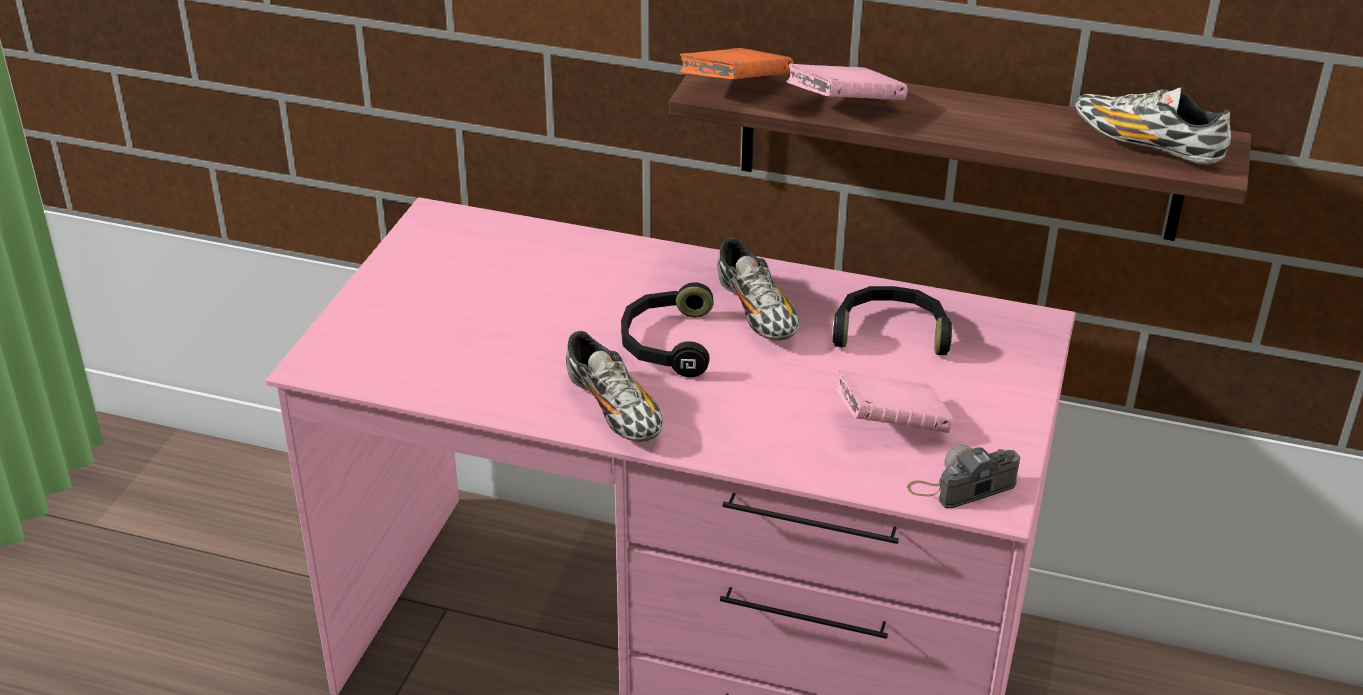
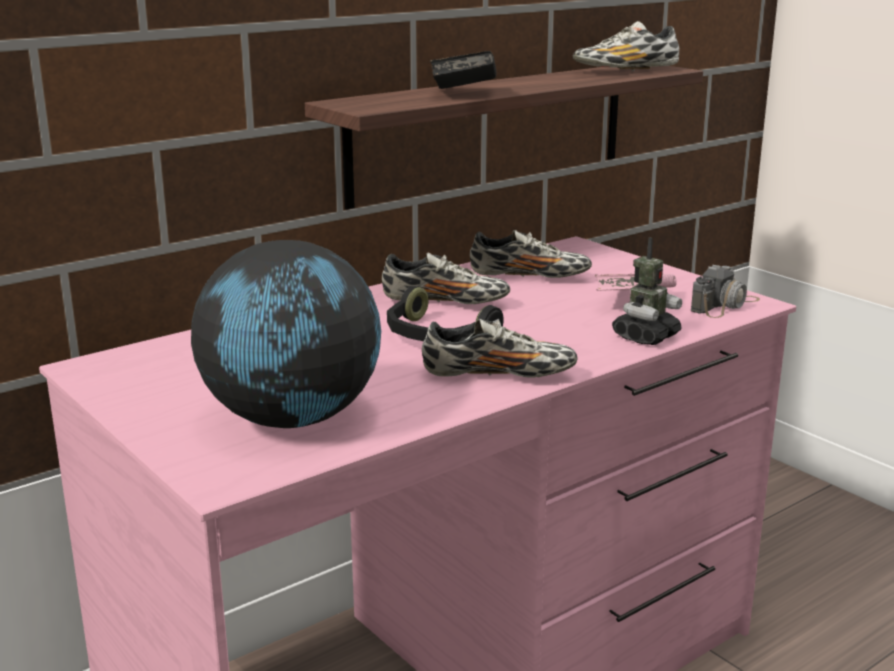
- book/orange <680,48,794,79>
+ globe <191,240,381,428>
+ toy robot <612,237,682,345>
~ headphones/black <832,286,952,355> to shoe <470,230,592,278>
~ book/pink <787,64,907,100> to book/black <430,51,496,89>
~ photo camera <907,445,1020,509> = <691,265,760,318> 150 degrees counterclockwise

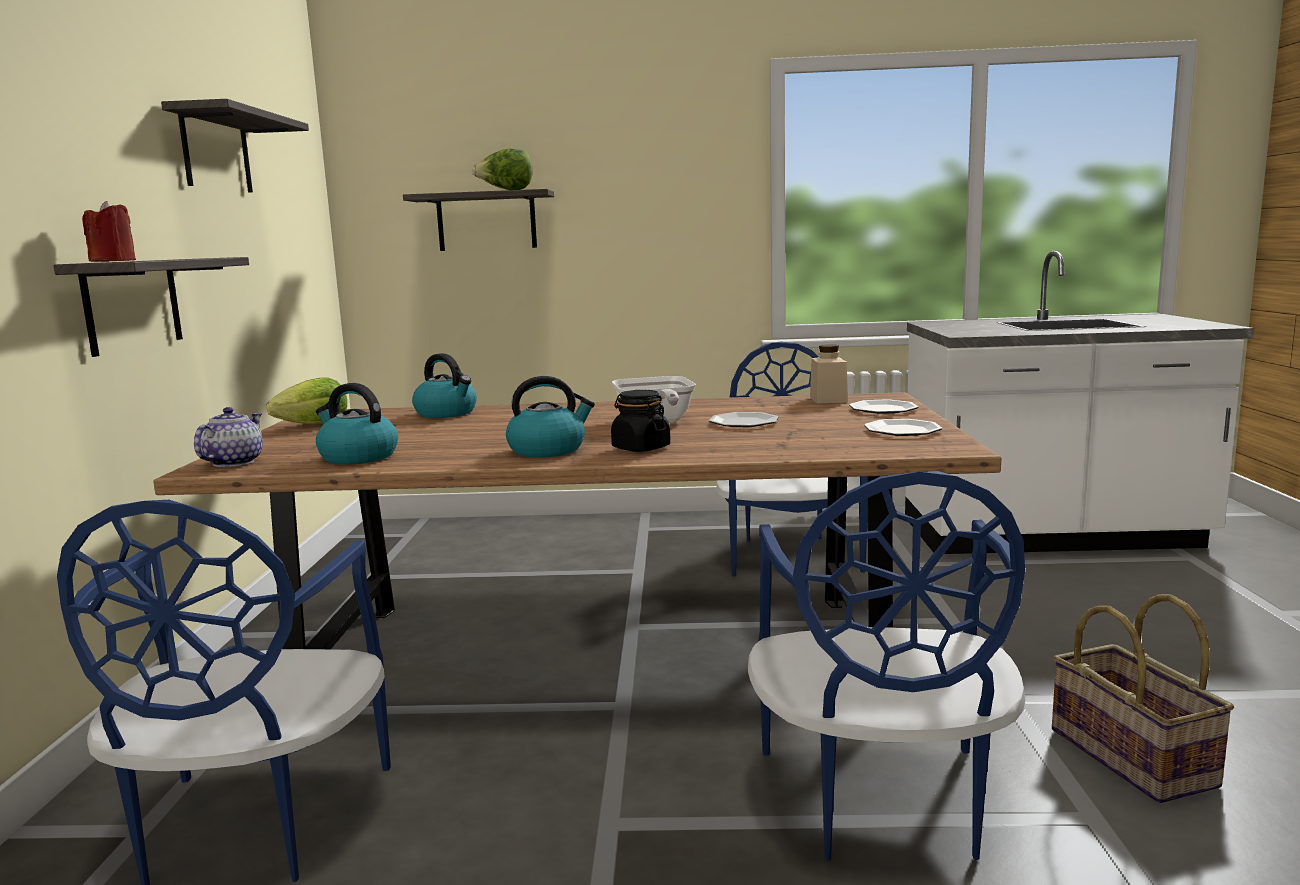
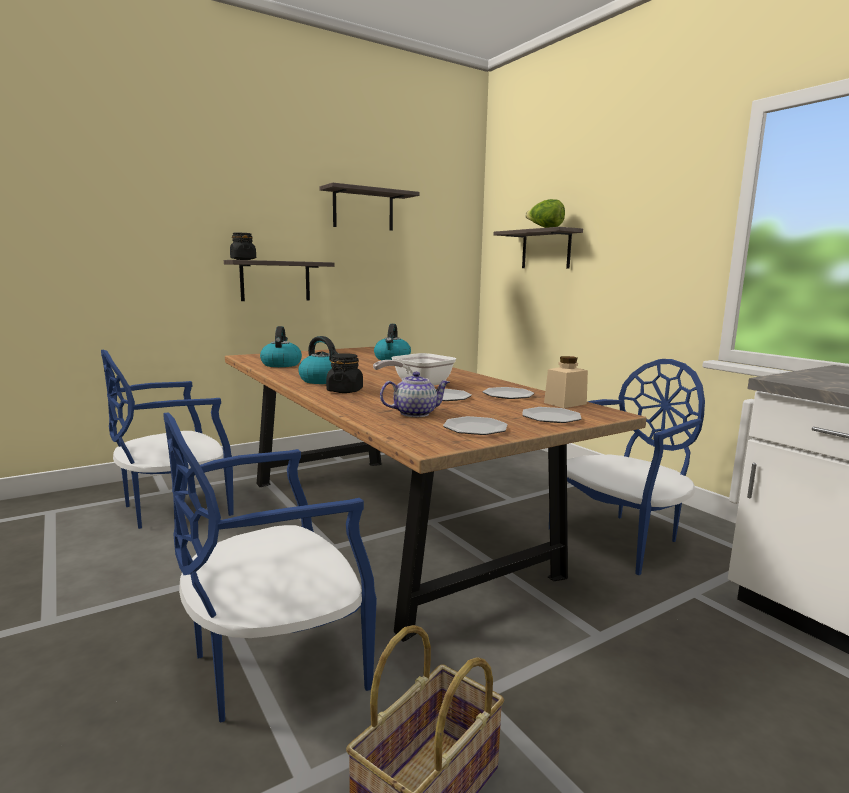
- lettuce <267,377,347,424>
+ plate <483,387,534,399>
~ teapot <194,407,263,467> to <380,372,450,417>
~ candle/red <82,201,136,262> to jar/black <230,233,256,260>

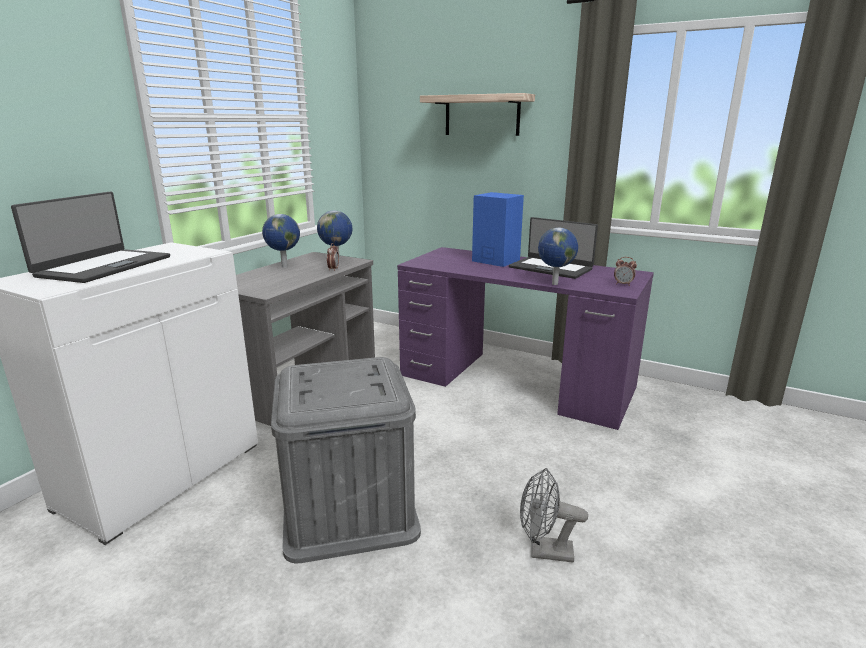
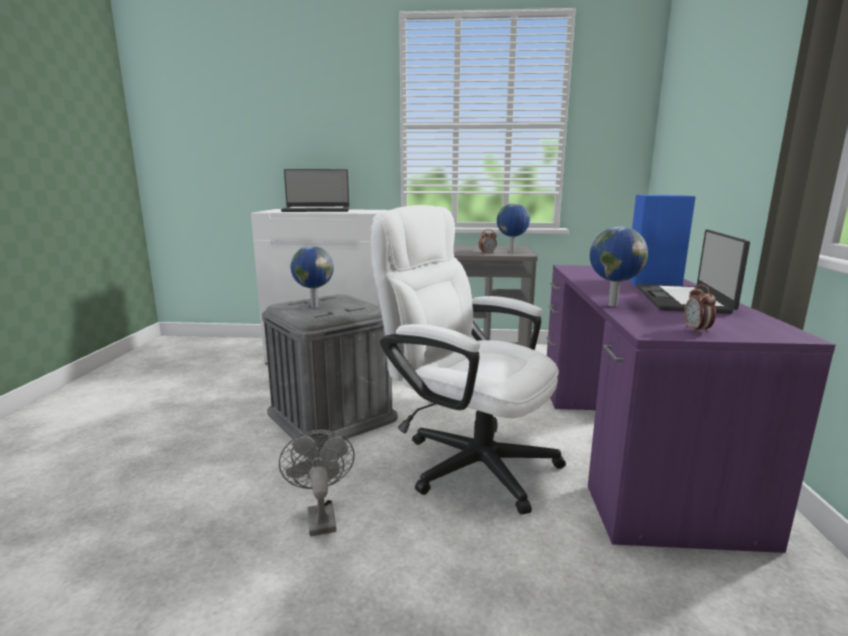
- shelf <420,93,535,136>
+ office chair/white <370,205,566,514>
~ globe <262,214,300,268> to <291,246,334,308>

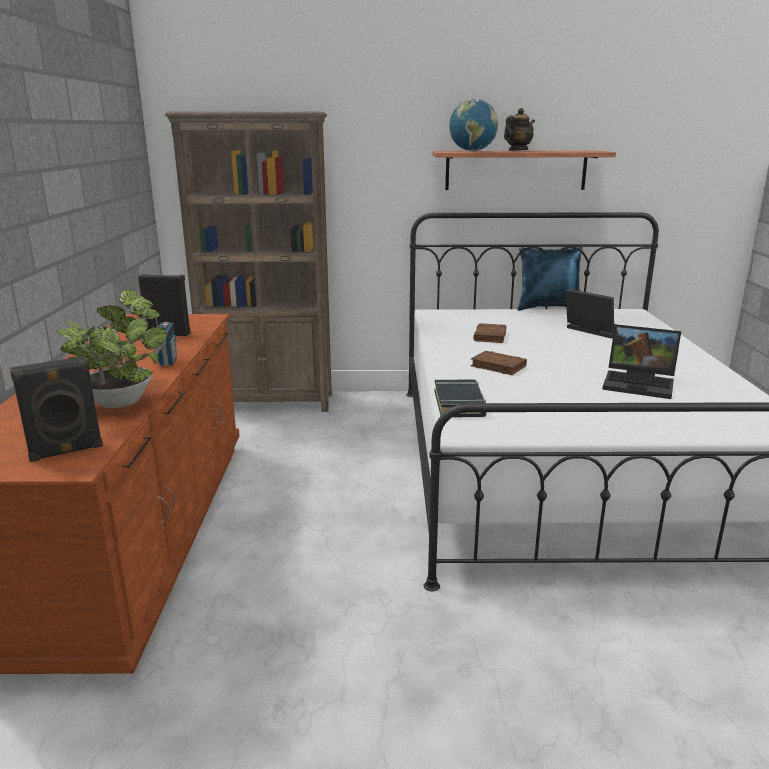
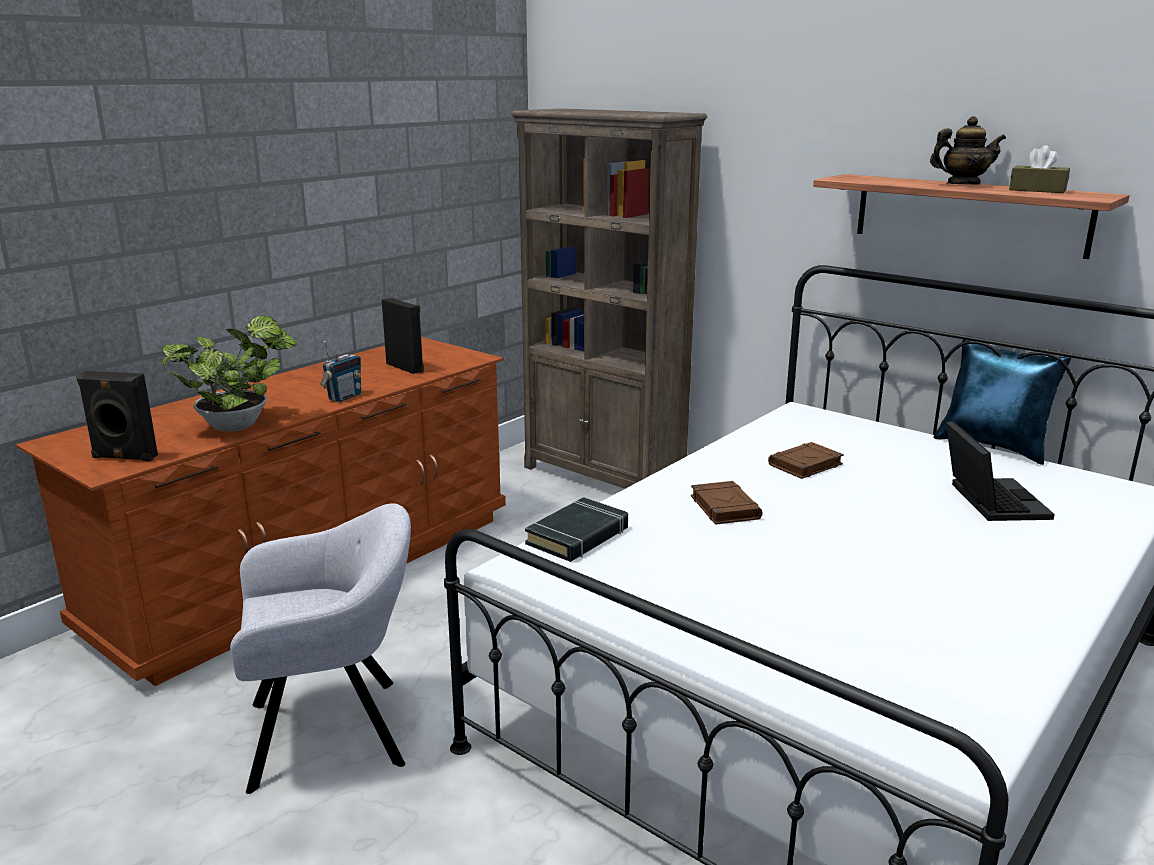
- globe <449,99,498,151>
- laptop <602,324,681,399>
+ armchair/grey <230,503,411,794>
+ tissue box/brown <1009,145,1070,193>

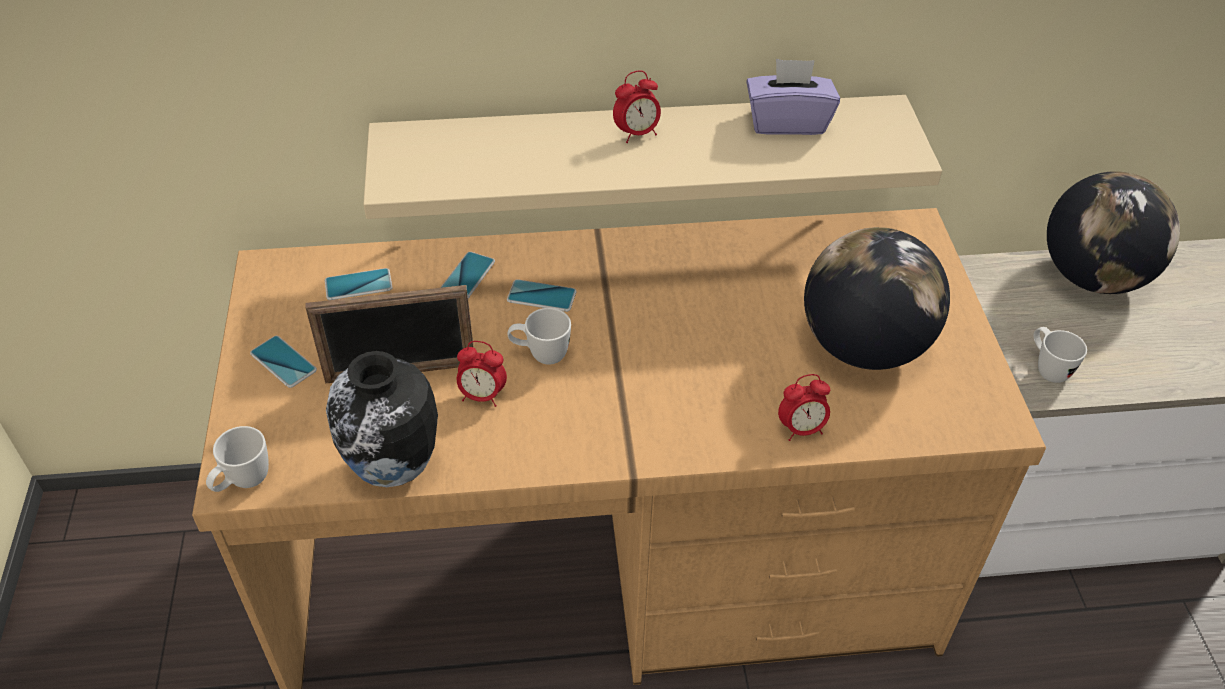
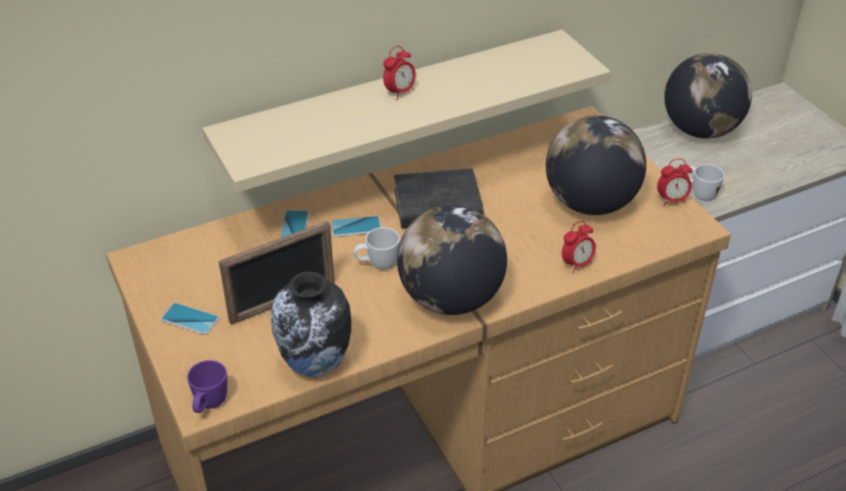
- phone <325,268,392,300>
- tissue box/purple <746,59,840,135>
+ book/black <394,168,484,229>
+ globe <397,205,507,315>
~ alarm clock <457,341,507,407> to <657,159,692,206>
~ mug/white <206,426,269,492> to mug/purple <187,360,227,413>

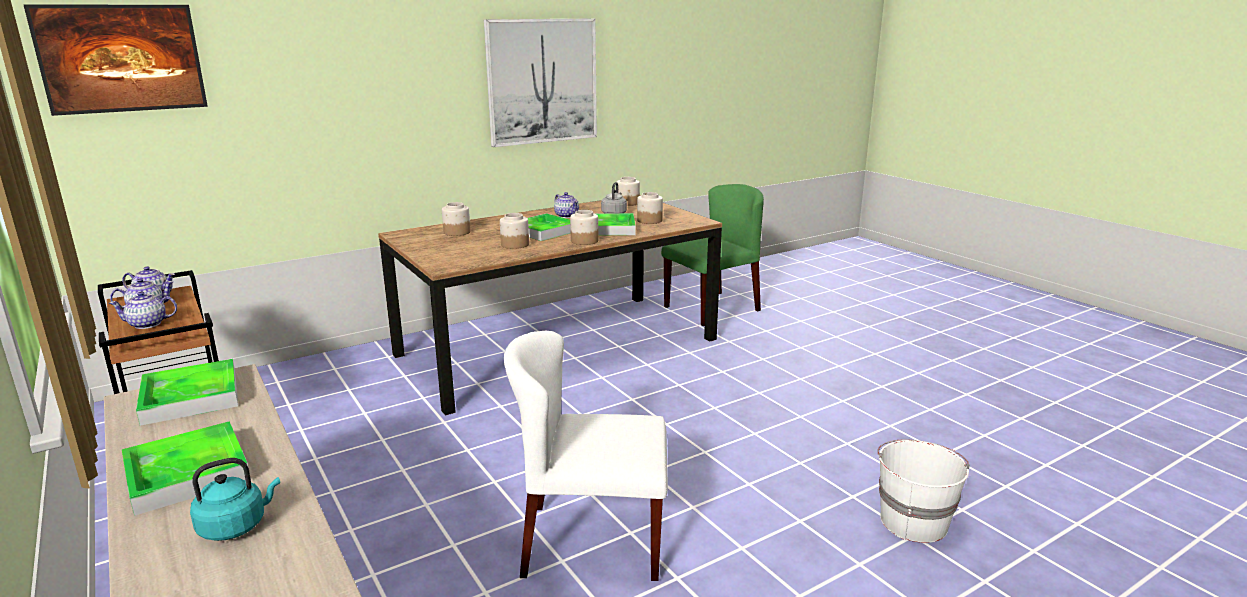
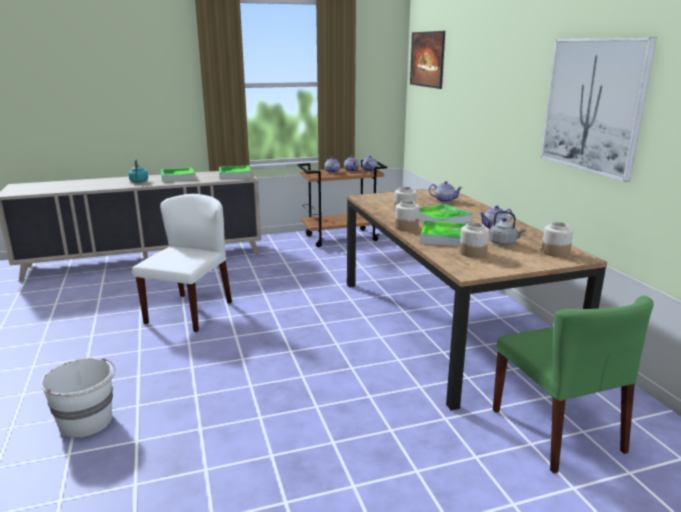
~ jar <442,202,471,236> to teapot <429,181,463,202>

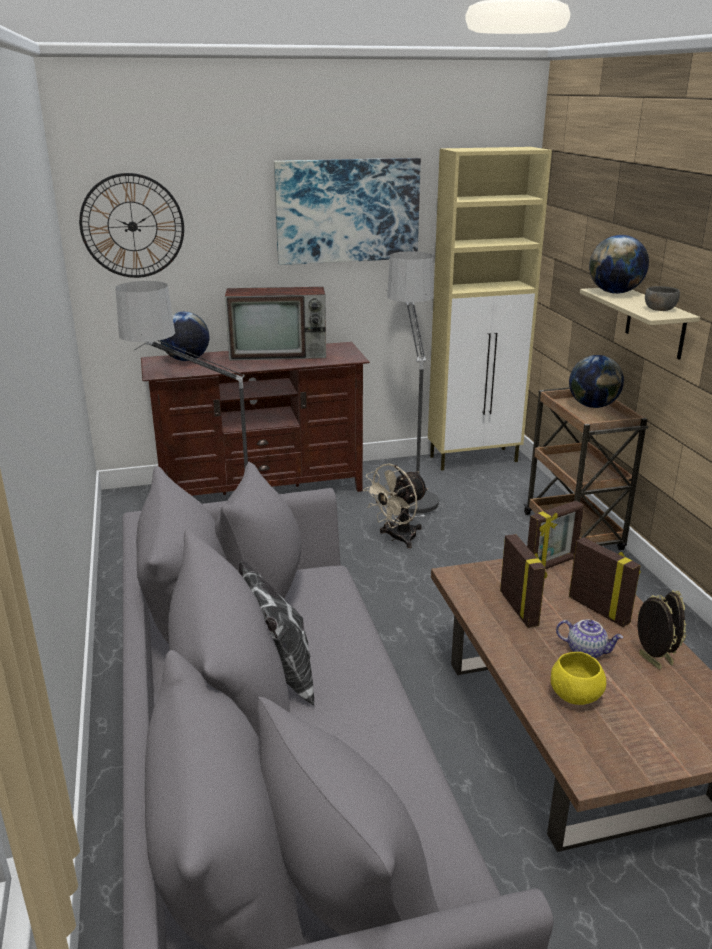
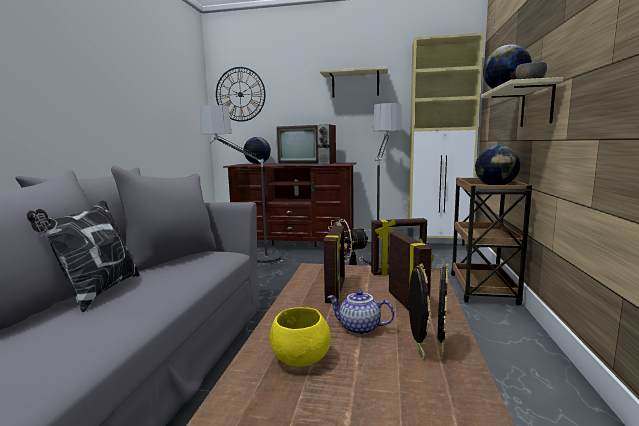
~ picture <274,158,421,265> to shelf/beige <320,66,388,97>
~ teapot <556,619,623,658> = <328,290,394,335> 150 degrees clockwise

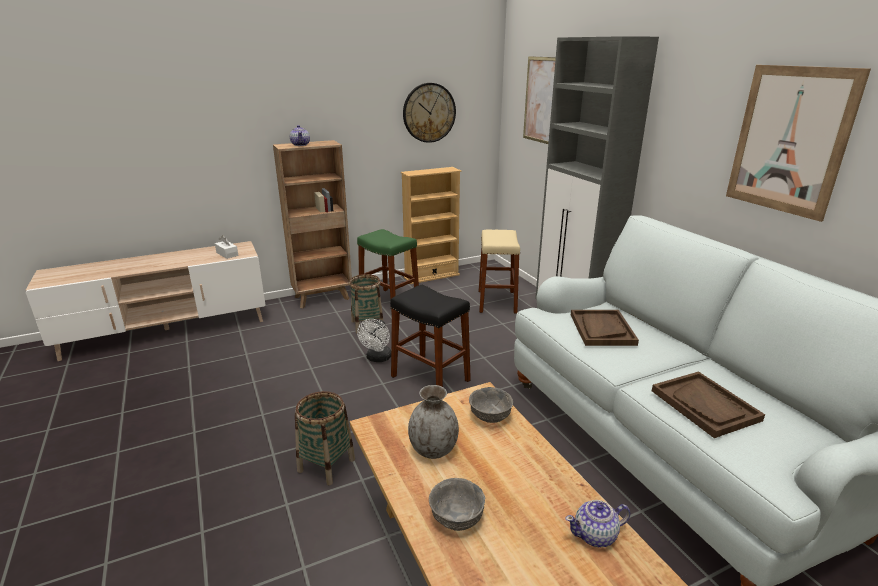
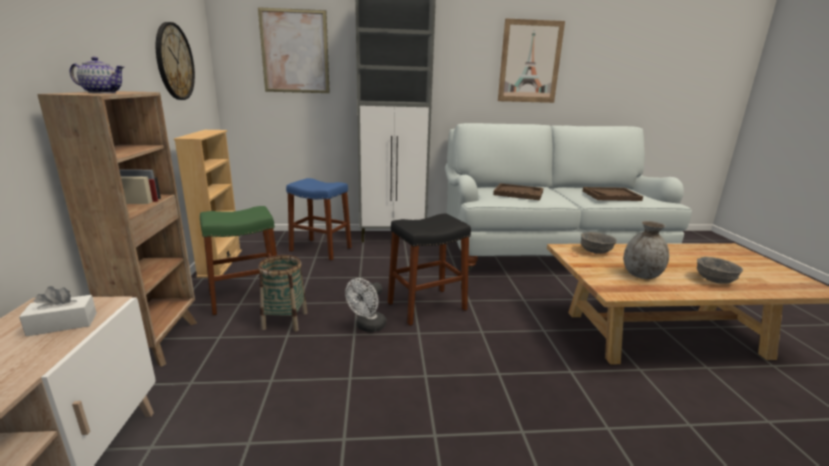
- basket <295,391,355,486>
- teapot <566,500,630,547>
~ stool/beige <479,230,520,314> to stool/blue <286,178,352,261>
~ fan/white <357,319,391,362> = <345,278,386,332> 90 degrees clockwise

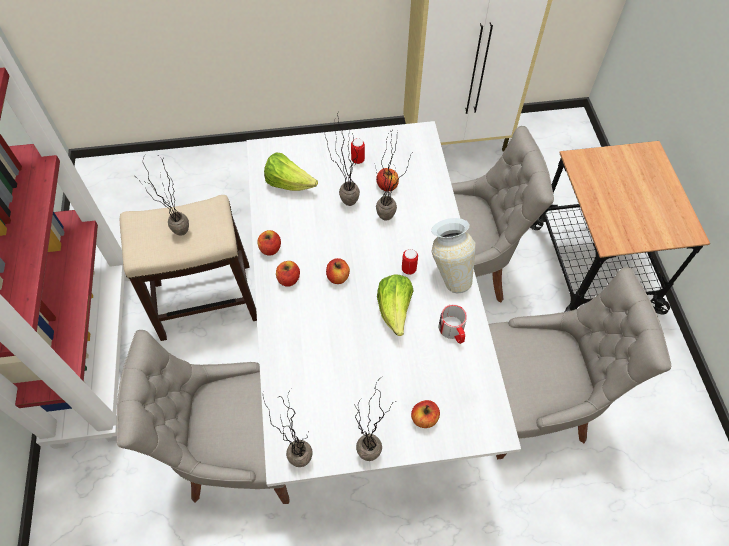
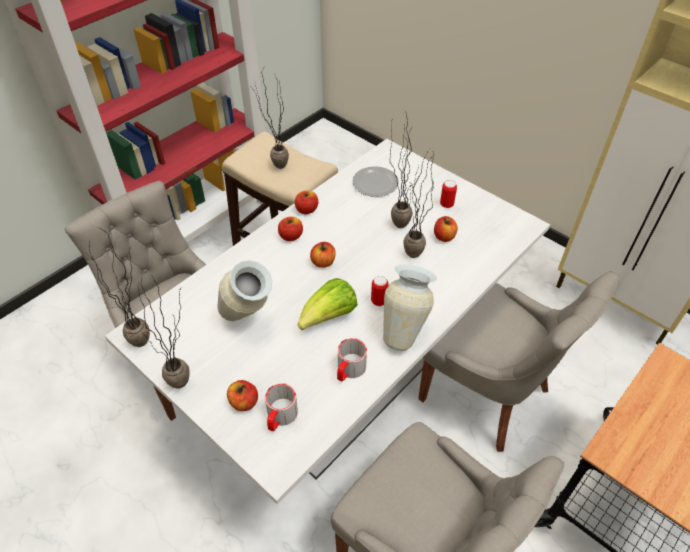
+ vase <217,260,272,321>
+ mug <265,383,298,431>
~ lettuce <264,152,318,191> to plate <352,166,399,197>

